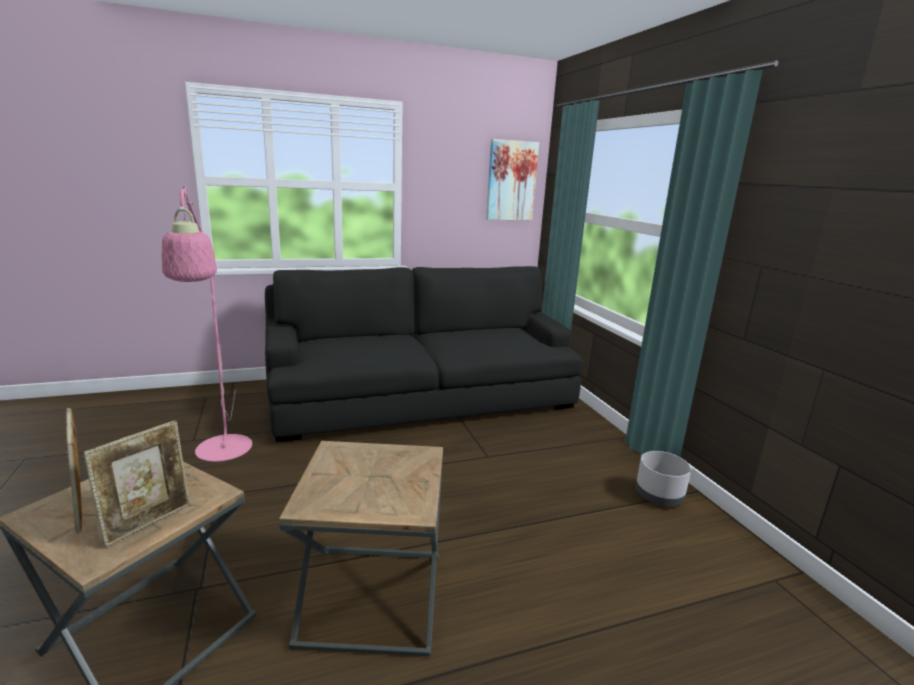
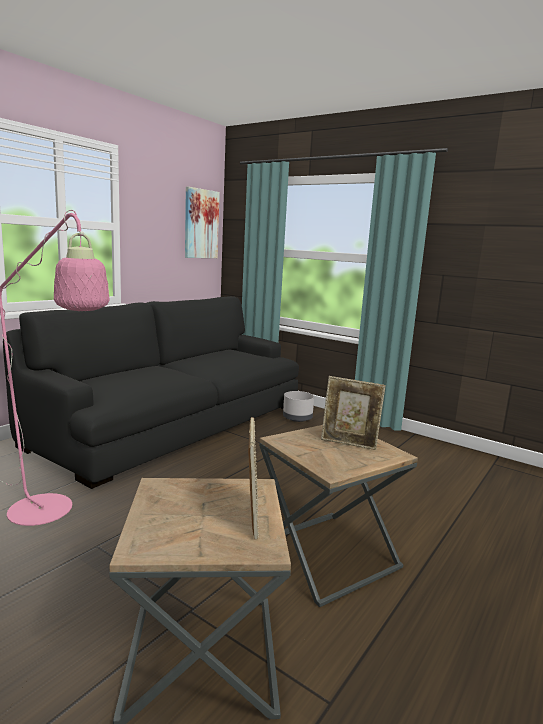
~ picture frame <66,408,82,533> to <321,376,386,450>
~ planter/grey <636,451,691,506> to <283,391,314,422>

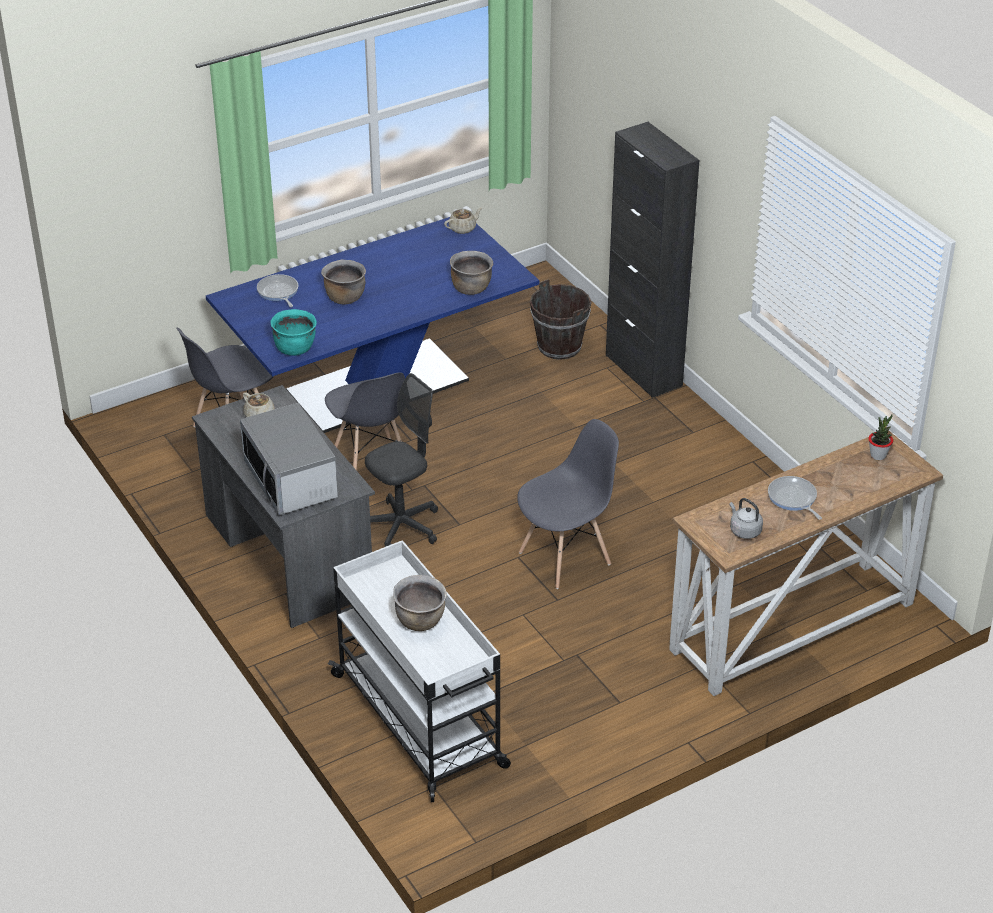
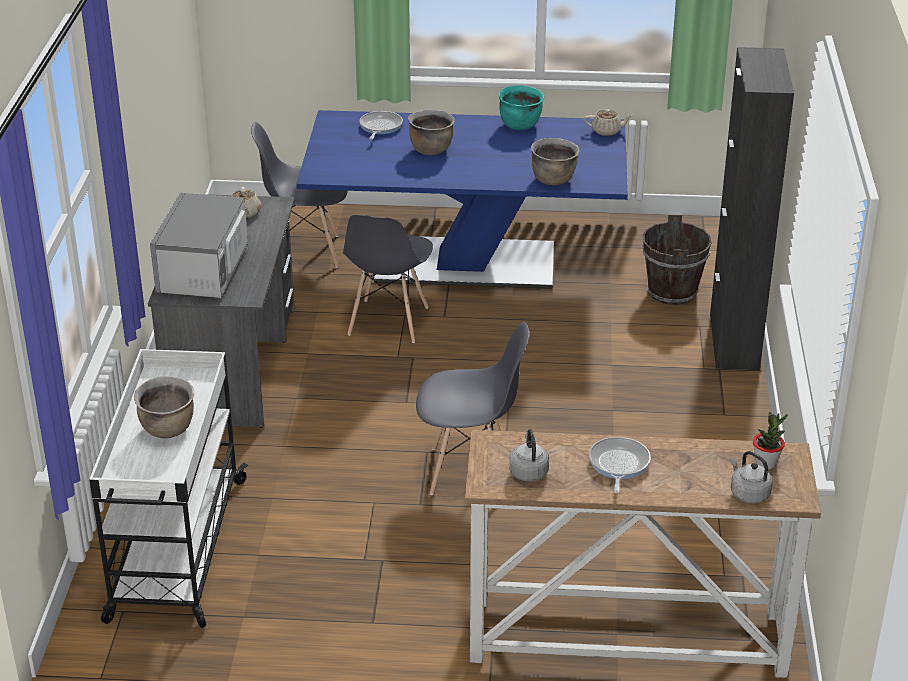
- office chair/grey <365,373,438,547>
+ kettle/grey <730,451,773,504>
~ cooking pot/turquoise <271,309,317,356> to <499,85,544,130>

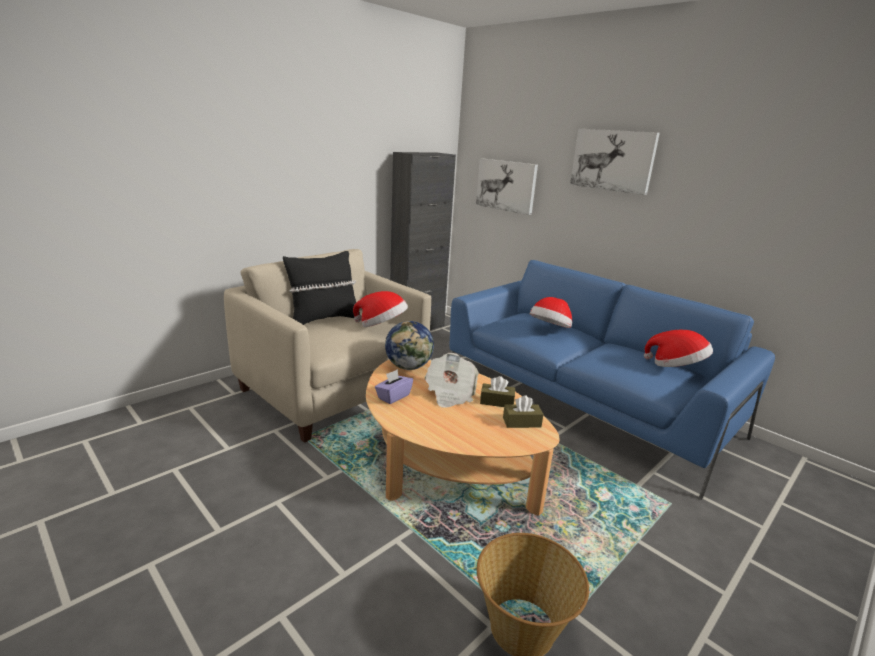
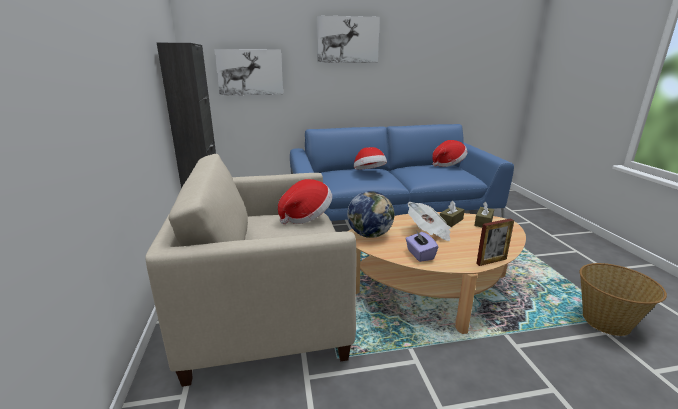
- pillow/black <283,251,360,325>
+ picture frame <476,218,514,266>

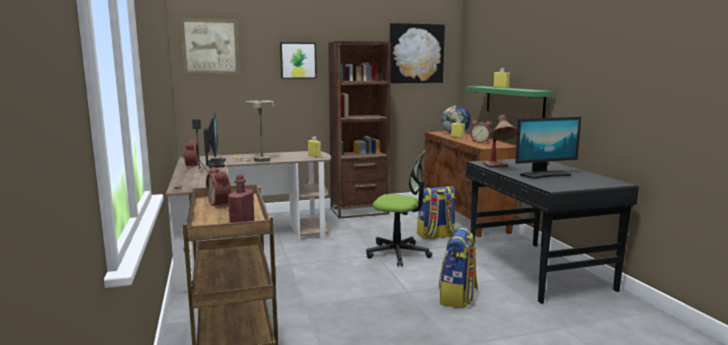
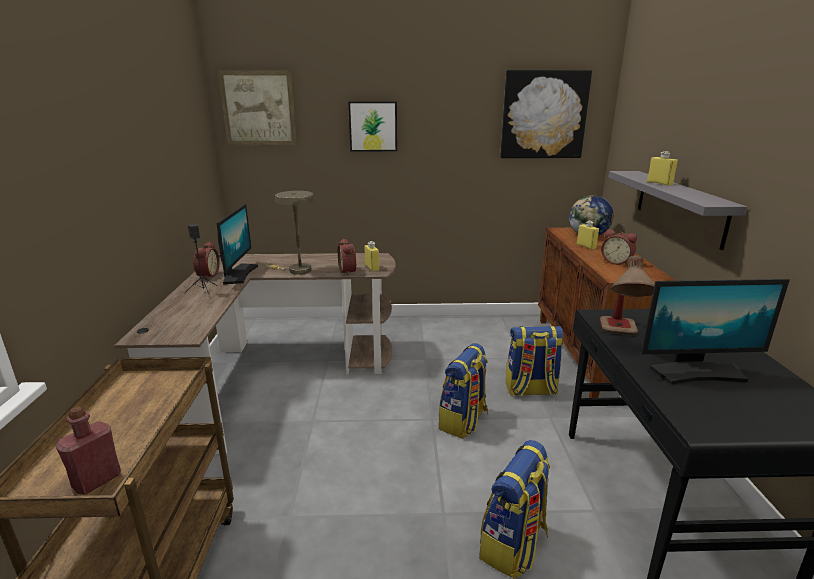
- bookcase/brown <328,41,391,219>
~ alarm clock <206,167,231,208> to <338,238,356,275>
~ office chair <366,150,432,267> to backpack <439,343,488,438>
~ shelf/green <466,86,554,118> to shelf/grey <608,171,747,250>

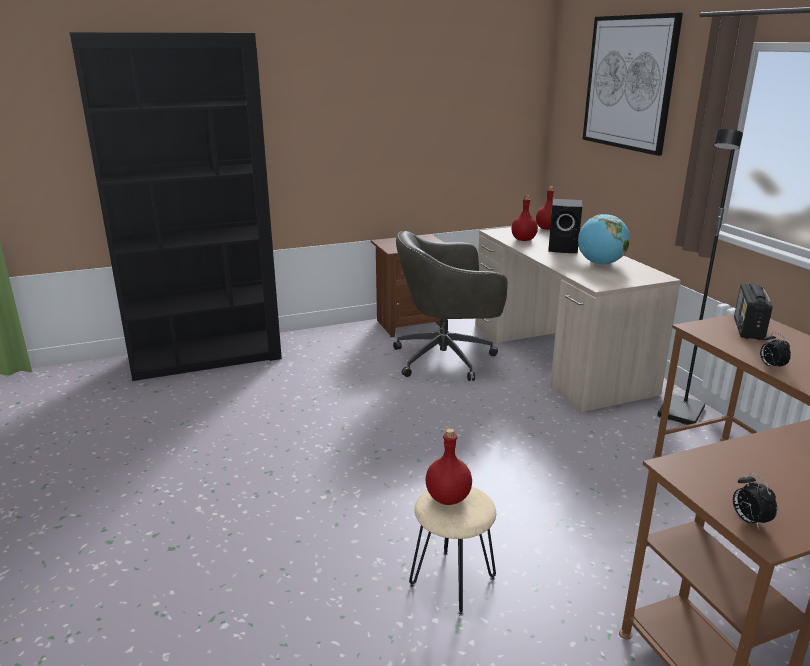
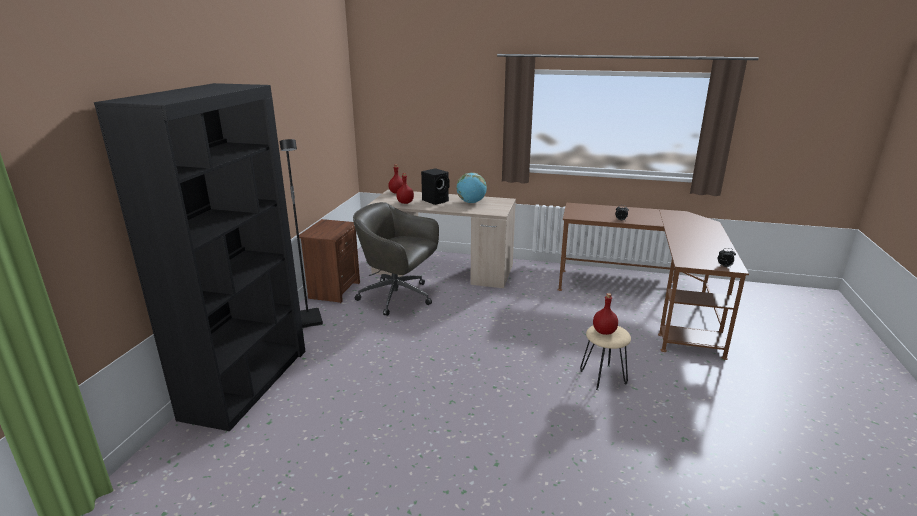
- picture <583,13,683,156>
- radio <734,283,773,340>
~ floor lamp/black <657,129,743,425> to <280,139,323,328>
~ office chair/grey <393,231,508,381> = <353,202,439,316> 90 degrees clockwise

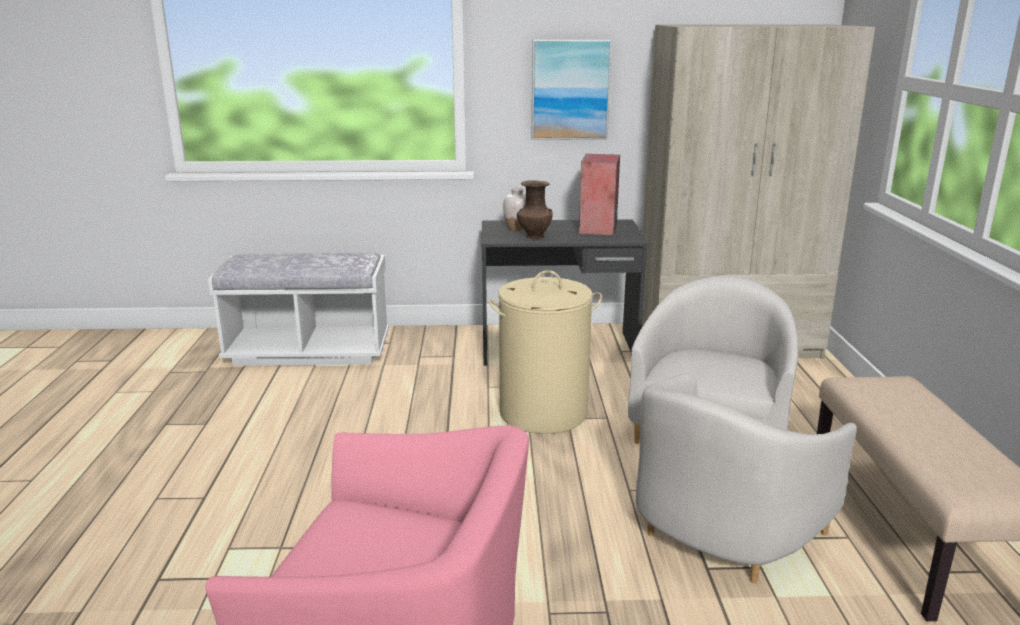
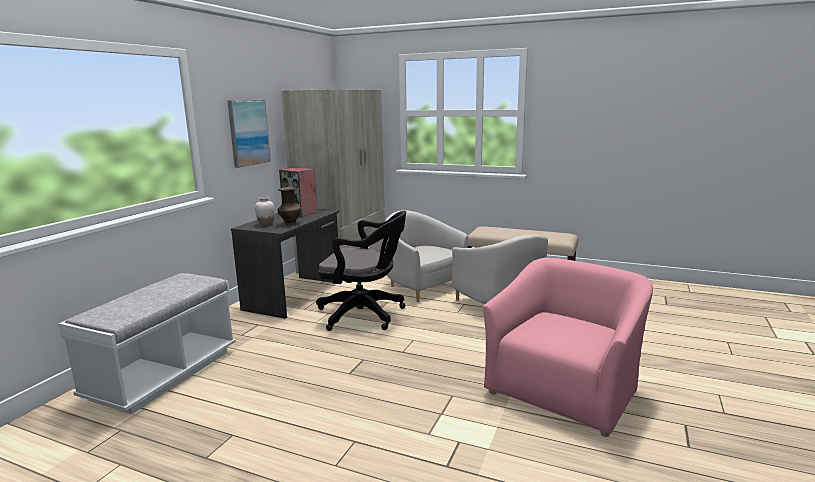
~ laundry basket/beige <488,270,602,434> to office chair/black <316,211,406,331>

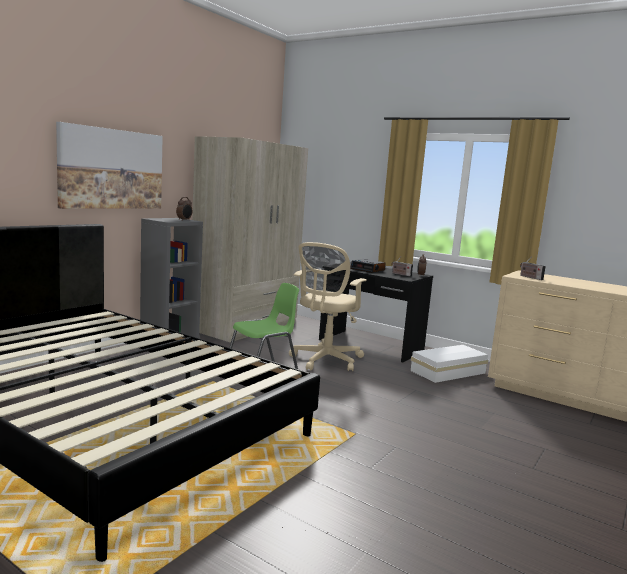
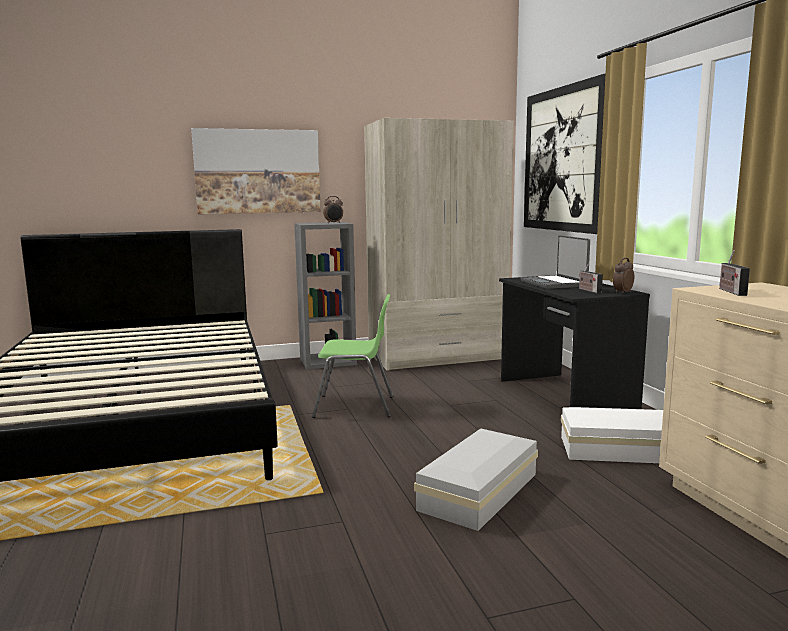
- office chair/beige <289,242,367,371>
+ storage box/white <414,429,538,531>
+ picture <524,74,605,234>
~ alarm clock <350,259,386,273> to laptop <520,235,590,289>

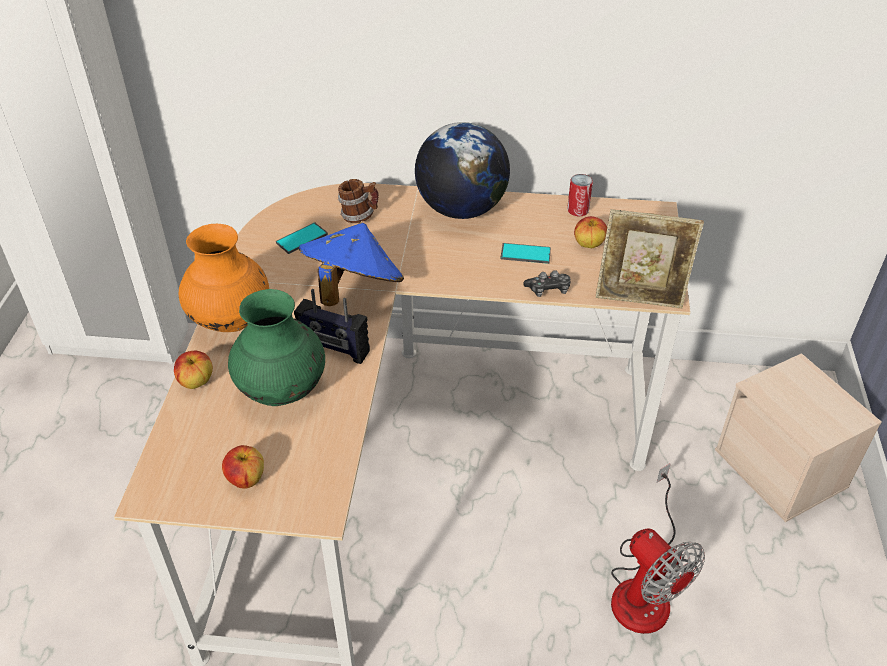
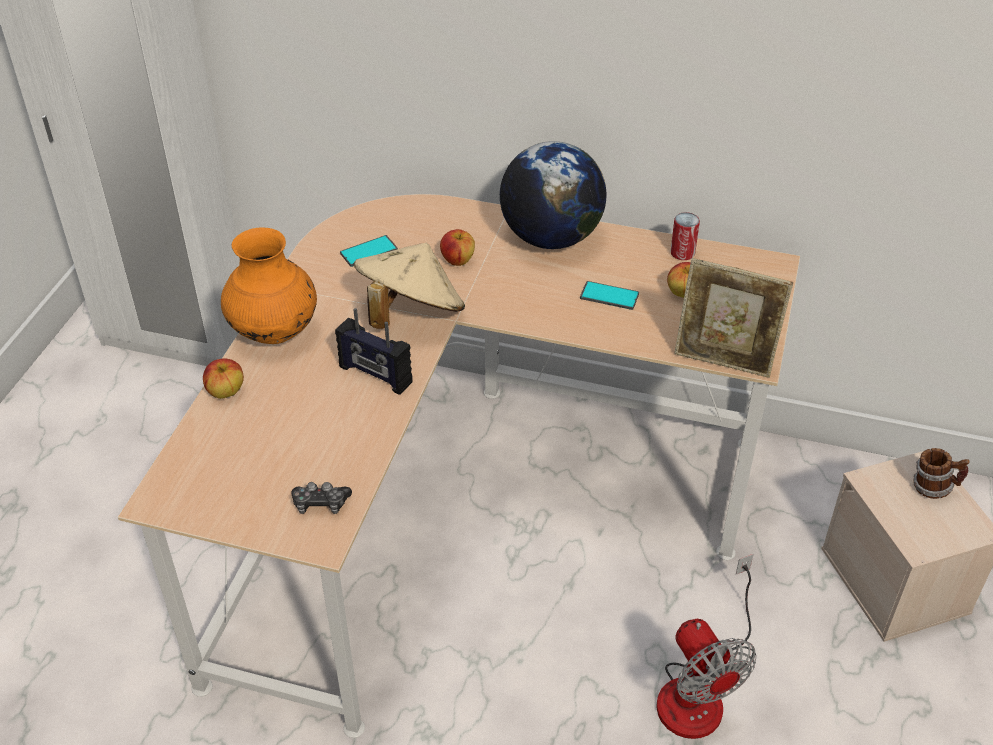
- vase/green <228,289,325,406>
~ apple <222,445,264,489> to <440,229,475,266>
~ mug <338,179,379,223> to <914,448,970,499>
~ game controller <523,270,571,297> to <291,482,352,514>
~ hat/blue <298,223,404,306> to hat/beige <354,243,465,329>

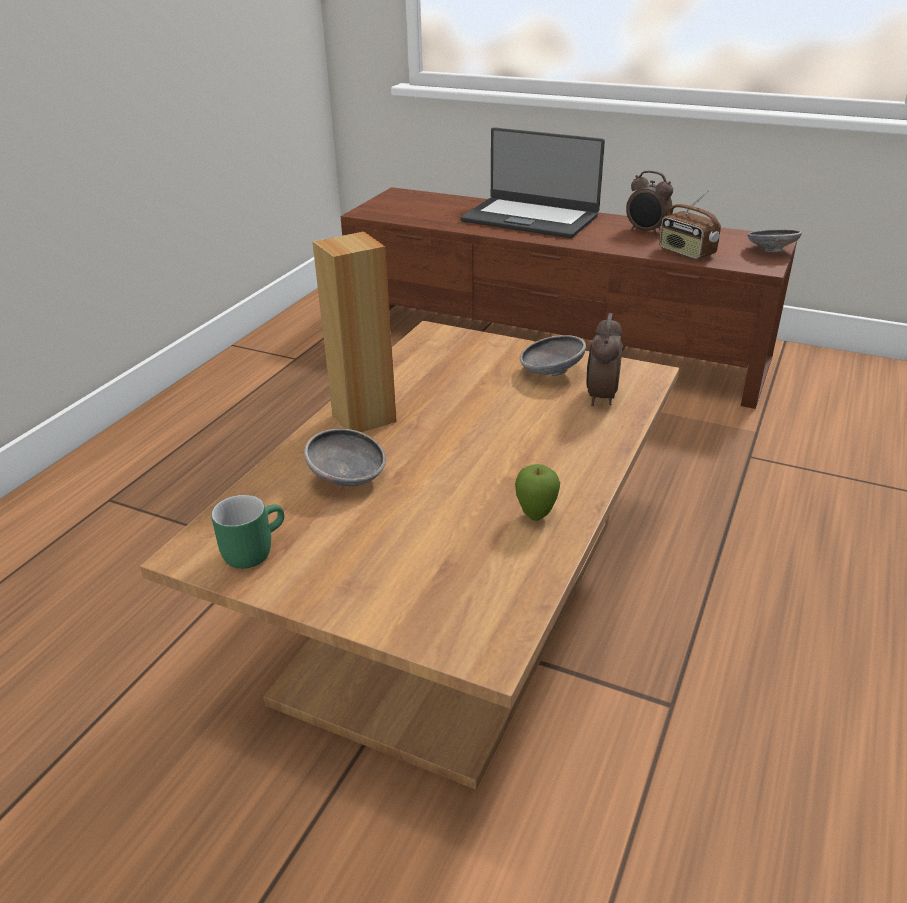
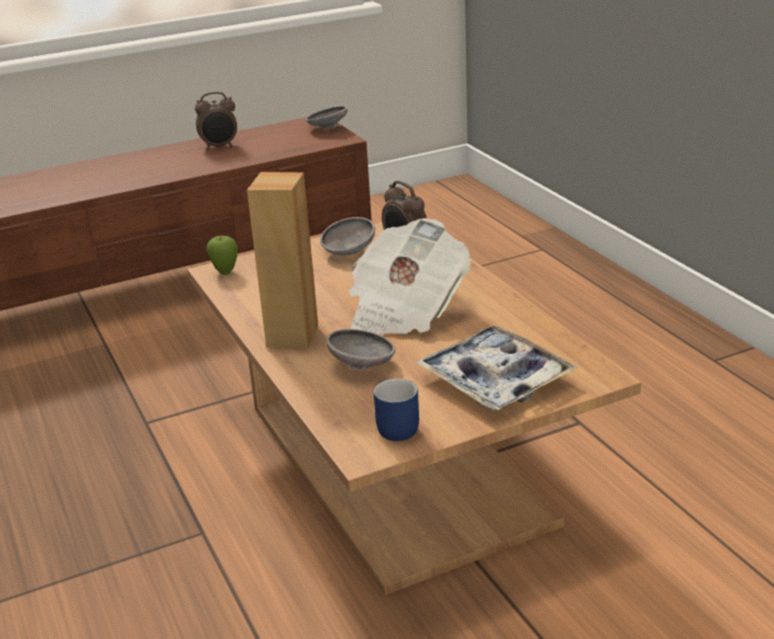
- laptop <460,127,605,238>
- radio <659,189,721,259>
+ newspaper <348,218,471,335>
+ tray <416,326,578,410>
~ apple <515,464,560,521> to <206,236,238,275>
~ mug/green <211,495,284,569> to mug/blue <374,379,419,441>

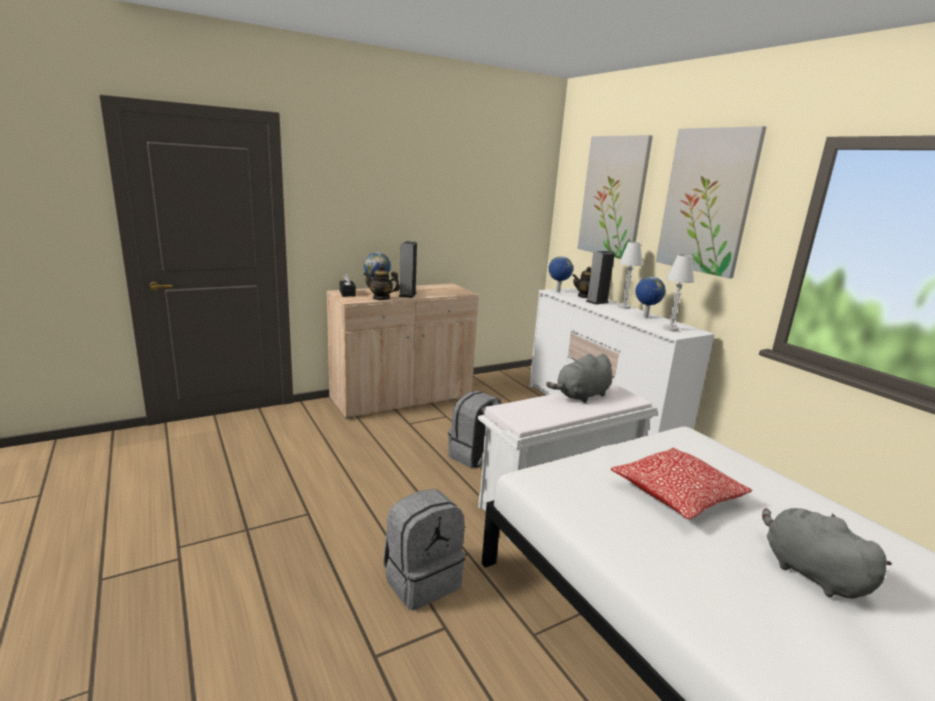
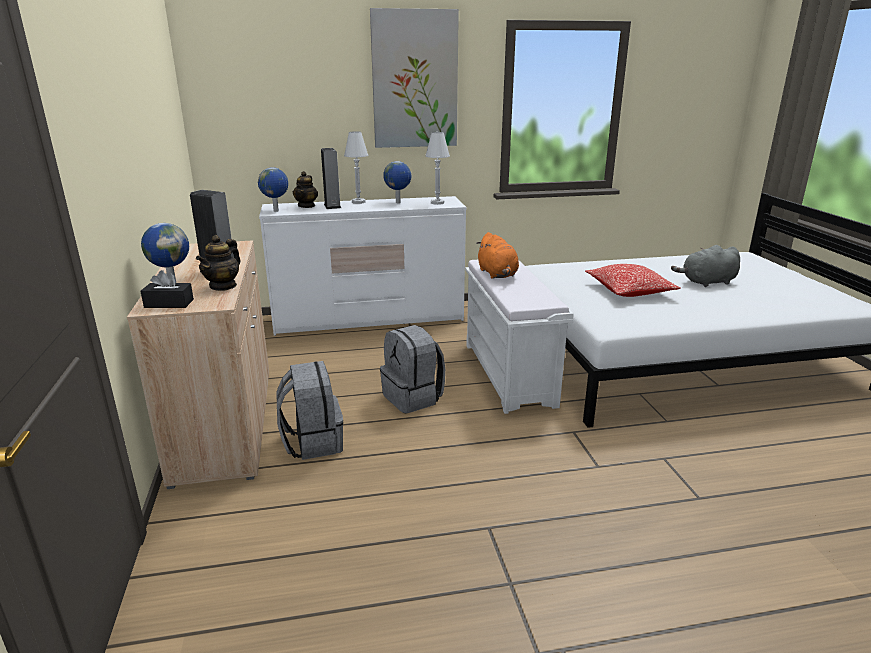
- picture <577,135,653,259>
~ backpack/grey <383,489,465,611> to <276,361,343,460>
~ plush toy/grey <546,354,612,403> to plush toy/orange <476,232,519,279>

